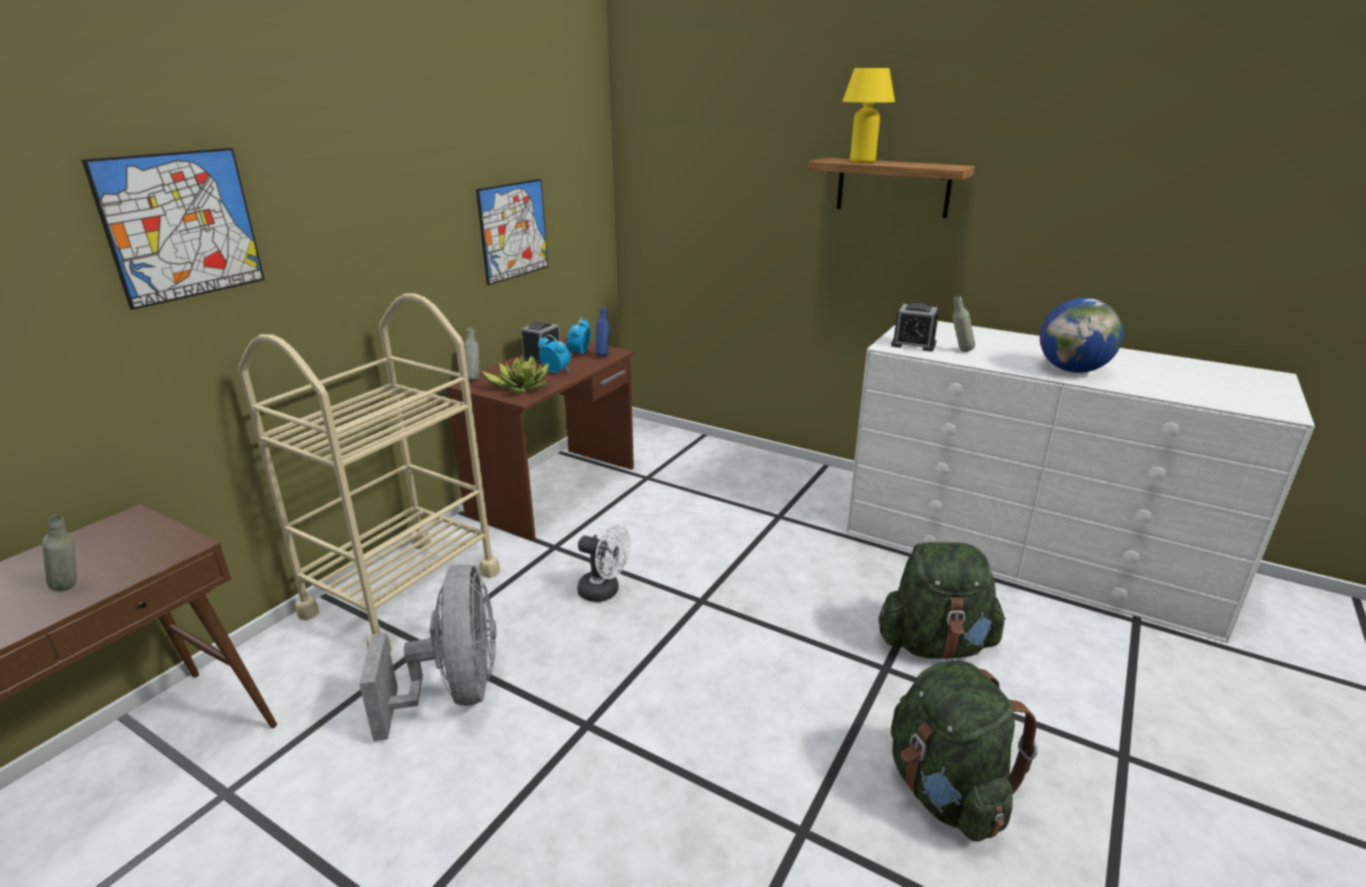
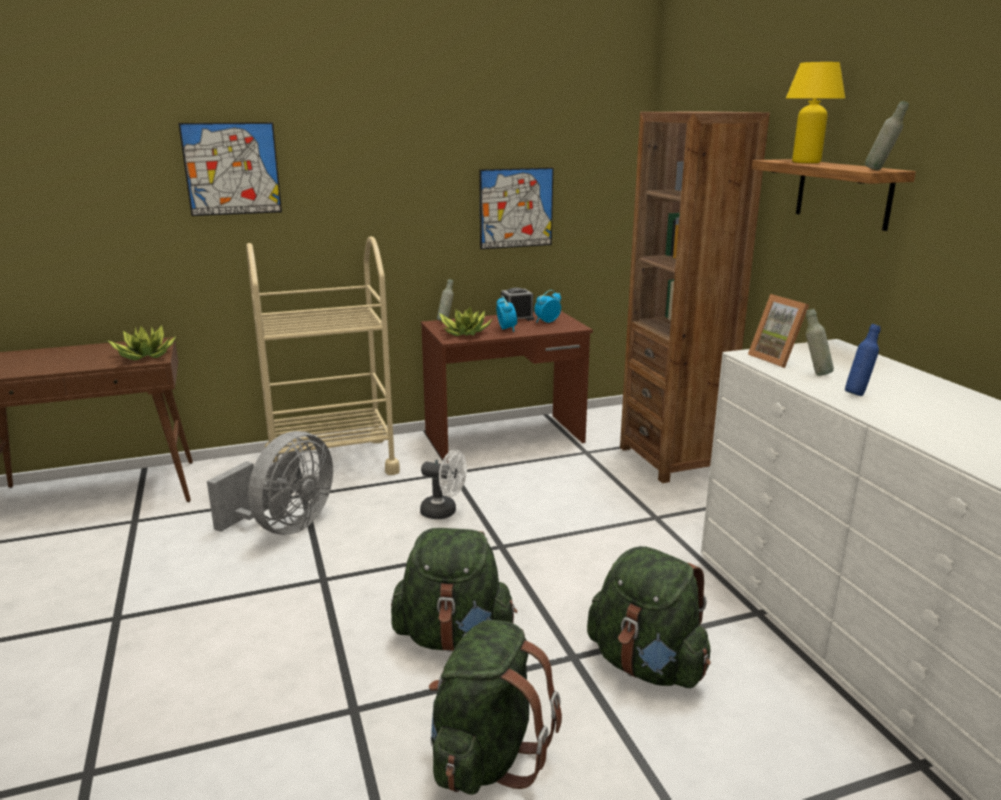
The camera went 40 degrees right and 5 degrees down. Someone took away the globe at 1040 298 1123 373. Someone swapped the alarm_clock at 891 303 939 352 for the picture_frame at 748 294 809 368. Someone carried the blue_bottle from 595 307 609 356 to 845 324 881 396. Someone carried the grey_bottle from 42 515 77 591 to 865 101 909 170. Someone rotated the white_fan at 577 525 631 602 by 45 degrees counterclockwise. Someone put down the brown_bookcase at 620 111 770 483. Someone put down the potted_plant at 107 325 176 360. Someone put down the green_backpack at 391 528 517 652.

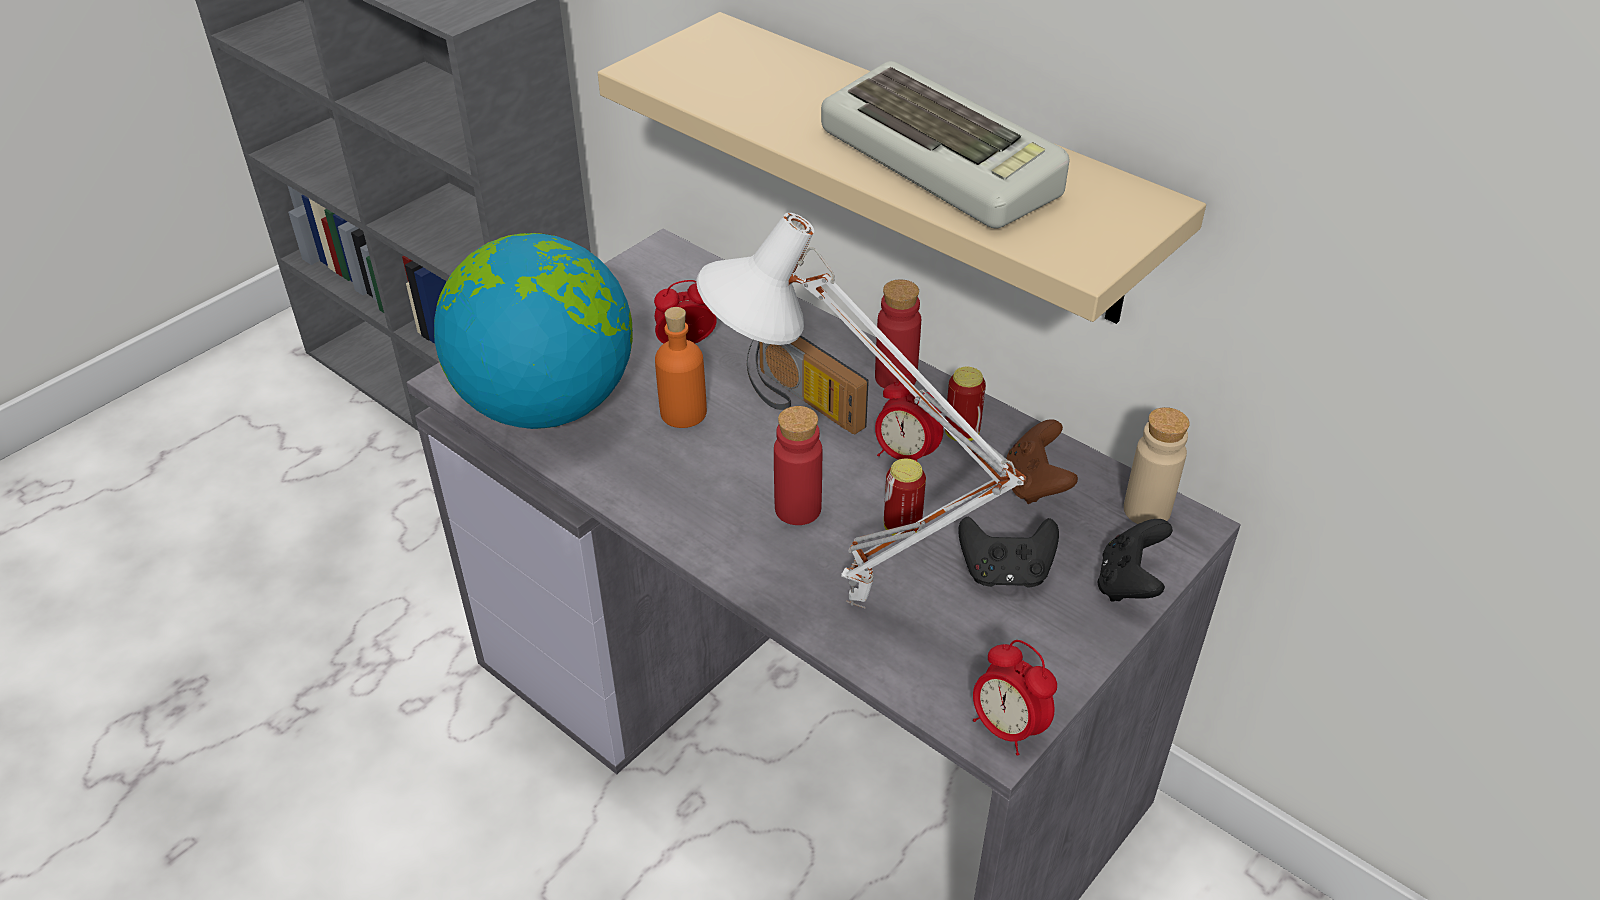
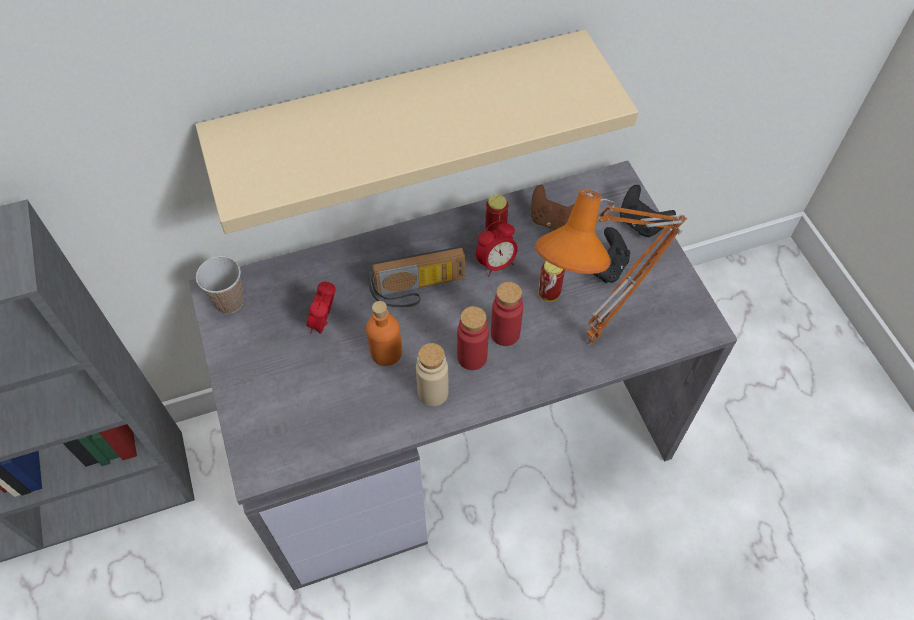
The camera went 60 degrees left and 15 degrees up. Someone took away the keyboard at 821 61 1069 228. Someone repainted the white_table_lamp at 696 213 1026 608, which became the orange_table_lamp at 536 189 687 346. Someone took away the globe at 434 233 633 429. Someone carried the red_bottle from 875 279 921 389 to 457 306 489 370. Someone carried the beige_bottle from 1124 407 1190 524 to 416 343 449 406. Someone took away the alarm_clock at 973 640 1057 756. Someone put down the cup at 196 256 244 314.

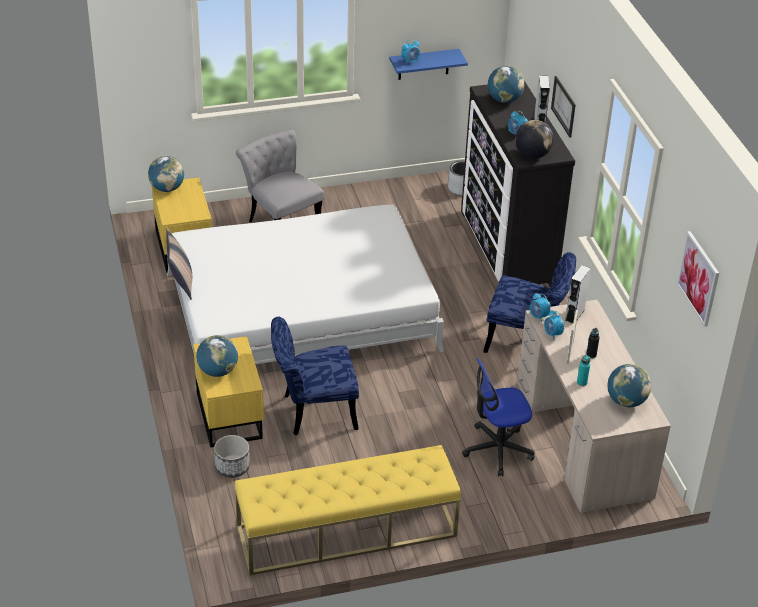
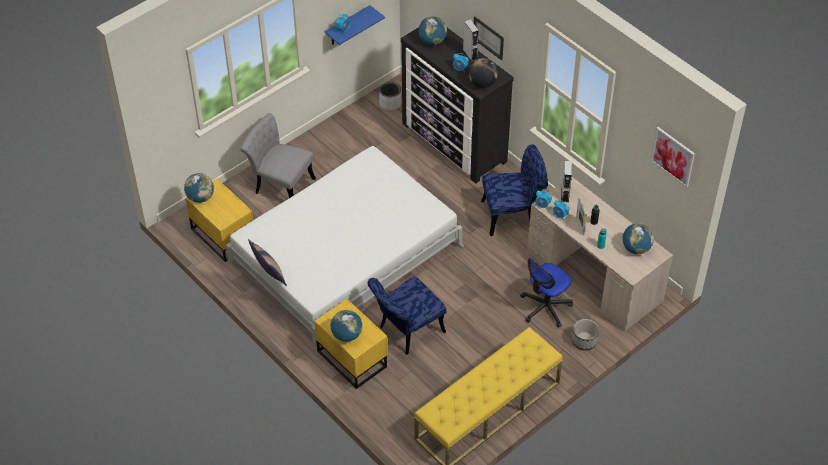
The camera went 25 degrees left and 10 degrees up. Someone carried the planter from 214 435 250 478 to 572 319 599 350.

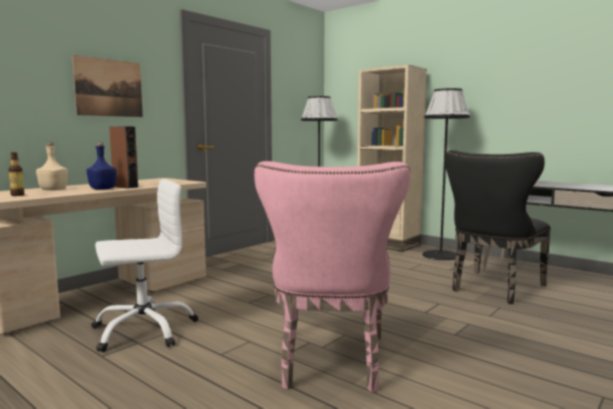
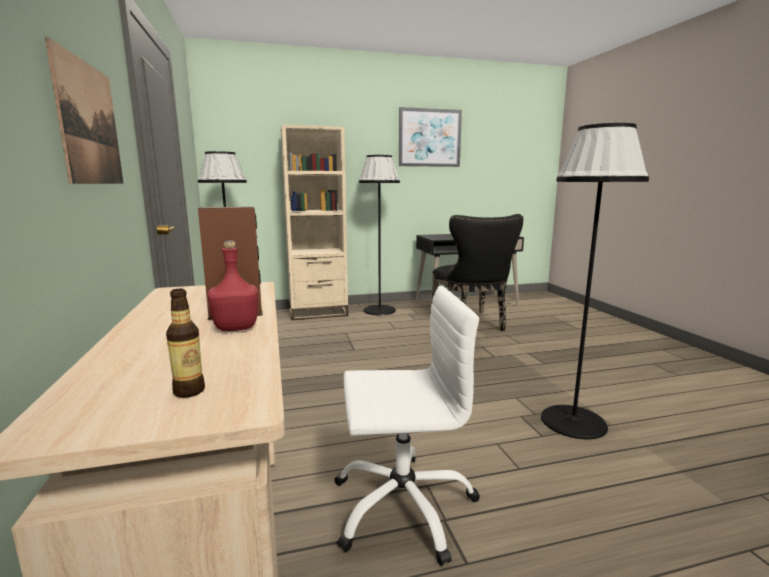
The camera went 55 degrees left and 5 degrees up. Someone took away the beige_bottle at 36 142 68 190. Someone repainted the blue_bottle at 87 142 117 190, which became the red_bottle at 208 240 258 331. Someone swapped the pink_chair at 254 161 410 393 for the black_floor_lamp at 541 123 649 439. Someone rotated the white_office_chair at 91 179 198 352 by 75 degrees clockwise. Someone put up the picture at 399 107 462 167.

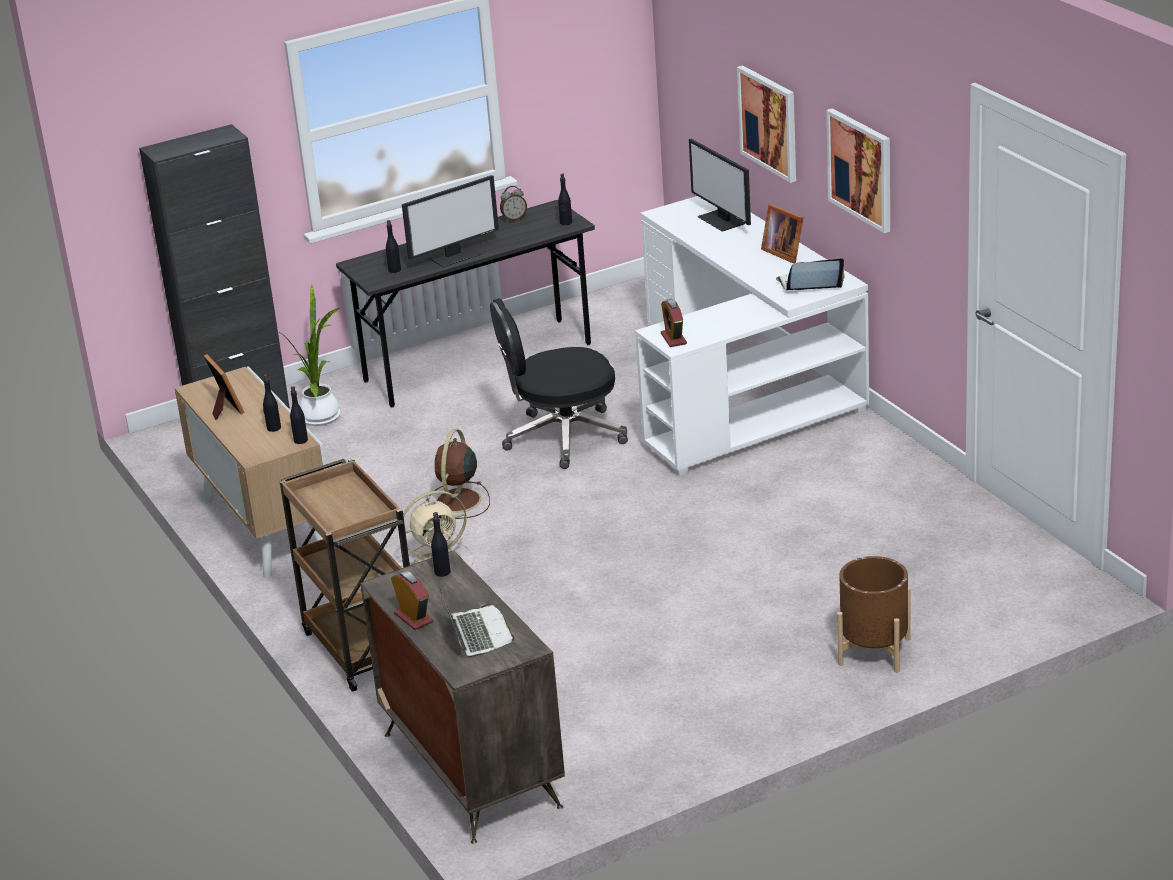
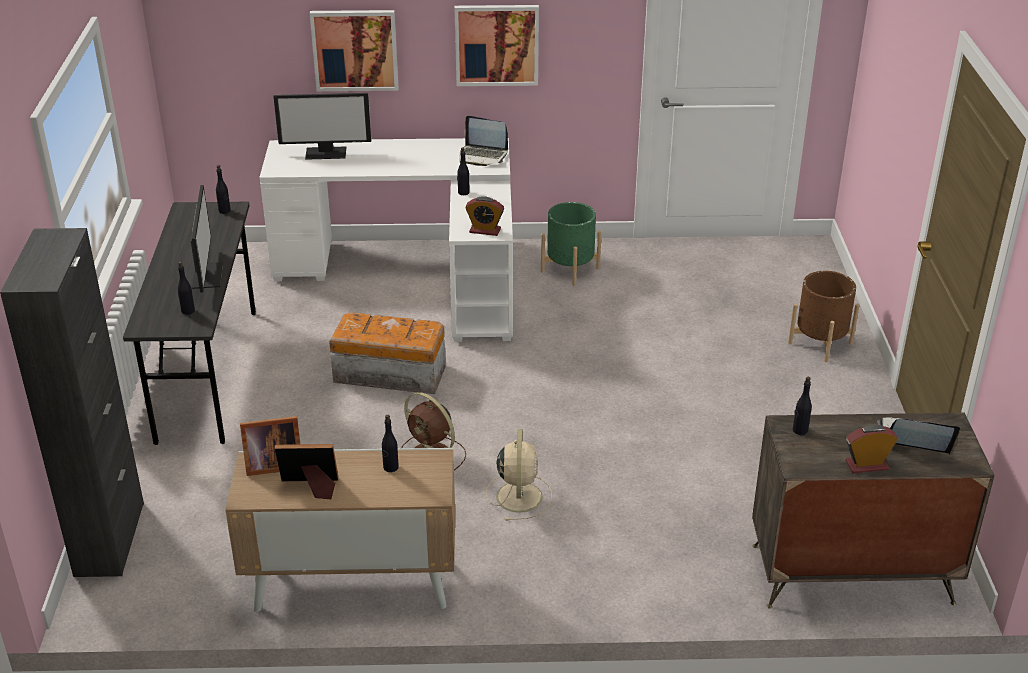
The camera went 65 degrees left and 5 degrees up. Someone took away the alarm_clock at 500 186 527 221. Someone carried the picture_frame from 761 204 803 263 to 240 416 300 476. Someone rotated the laptop at 776 258 845 290 by 90 degrees counterclockwise. Someone took away the potted_plant at 278 285 341 426. Someone swapped the black_office_chair at 490 298 628 469 for the storage_box at 329 312 446 394. Someone carried the black_bottle from 290 386 308 444 to 457 148 470 195. Someone took away the brown_cart at 280 458 410 692. Someone put down the green_planter at 541 202 602 286.

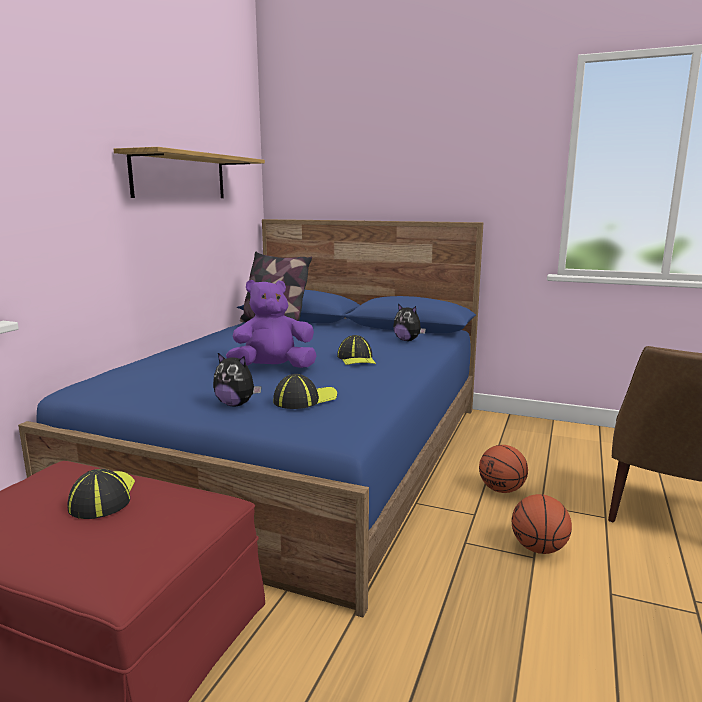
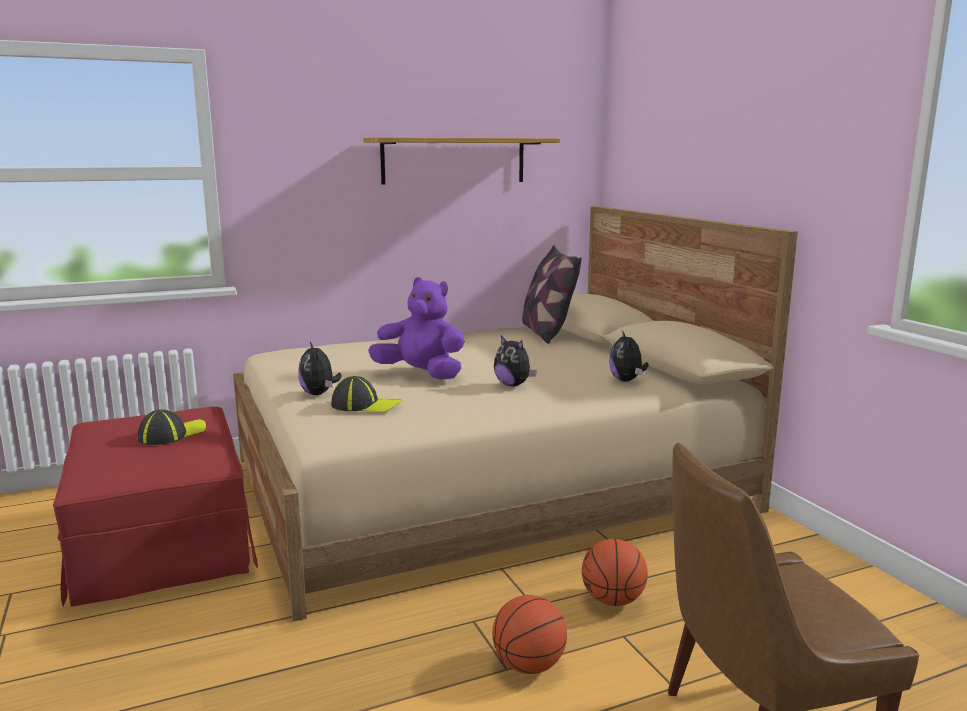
The camera went 45 degrees right and 0 degrees up. Someone repainted the blue_bed at 18 219 483 617, which became the beige_bed at 233 206 798 621. Someone swapped the cap at 337 335 376 365 for the plush_toy at 494 336 537 386.

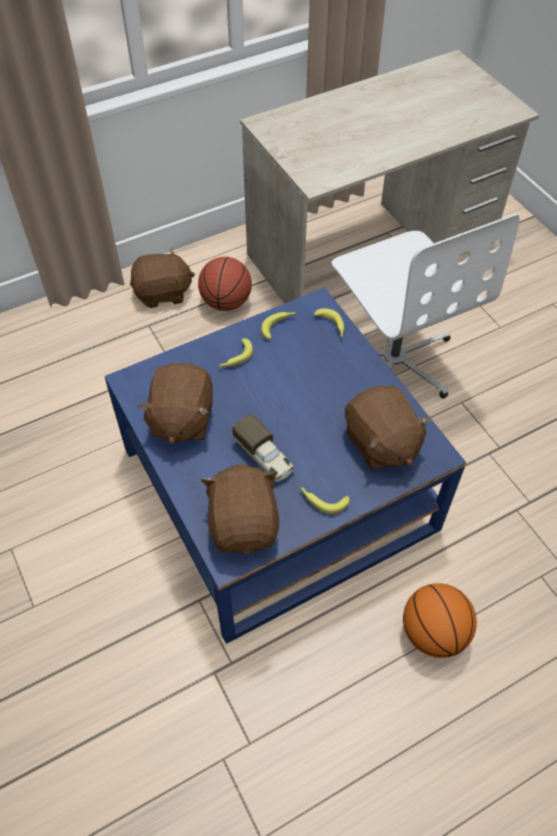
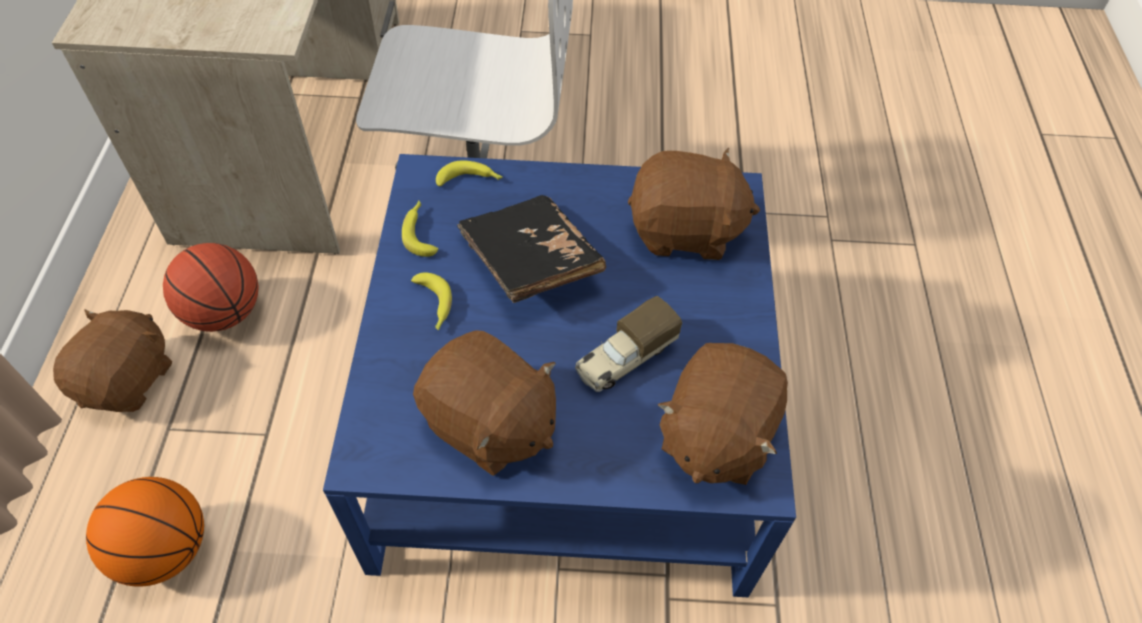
The camera went 60 degrees left and 0 degrees up. Someone rotated the toy_truck at 232 414 294 482 by 150 degrees clockwise. Someone rotated the brown_plush_toy at 201 465 279 555 by 90 degrees counterclockwise. Someone took away the banana at 300 487 350 514. Someone carried the basketball from 403 583 477 658 to 86 477 204 586. Someone put down the black_book at 457 195 606 303.

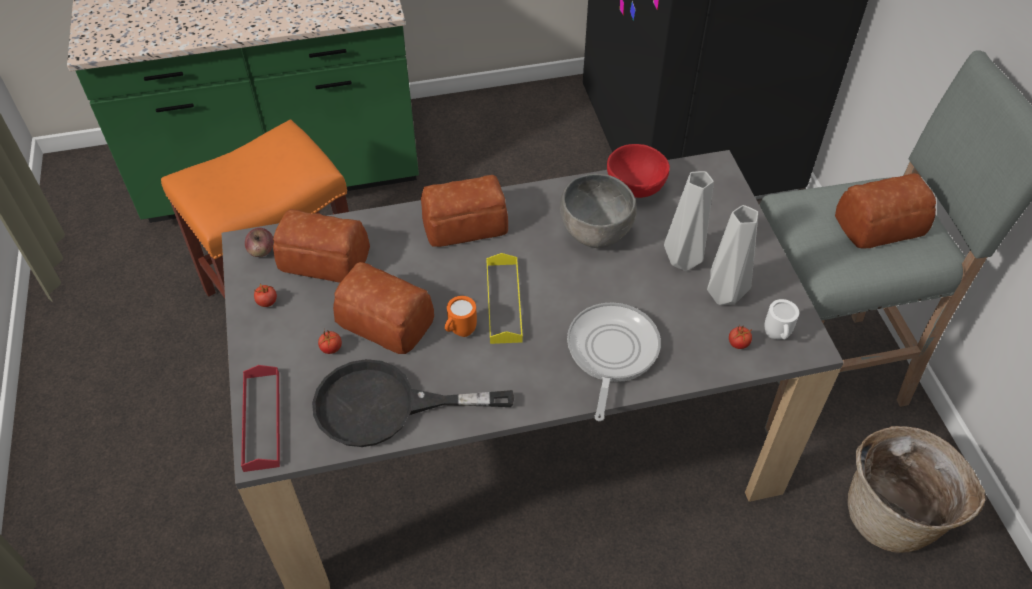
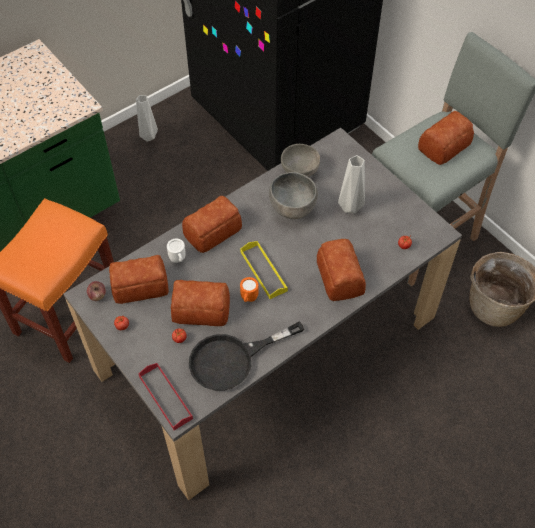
The camera went 25 degrees left and 5 degrees up. Someone repainted the red_bowl at 607 144 670 198, which became the grey_bowl at 281 144 320 177. Someone carried the grey_vase from 707 205 758 305 to 136 95 158 142. Someone carried the white_mug from 765 299 799 339 to 167 238 186 263. Someone swapped the frying_pan at 567 302 661 421 for the bread at 317 239 366 301.

